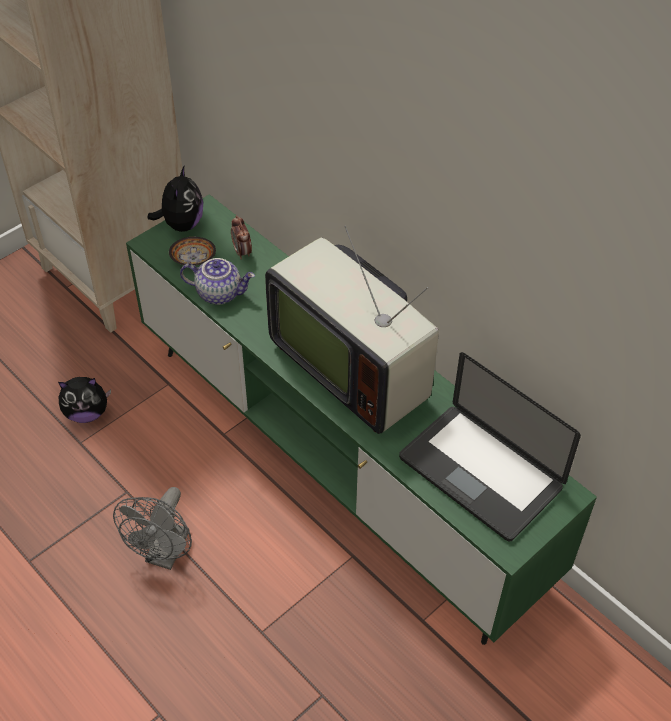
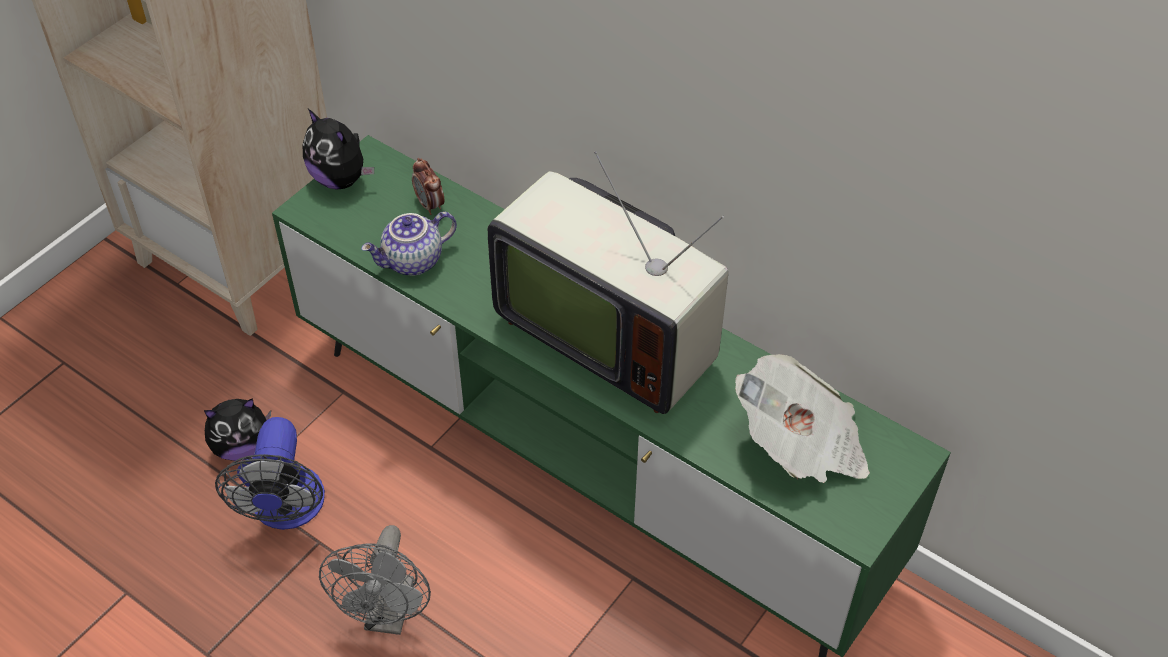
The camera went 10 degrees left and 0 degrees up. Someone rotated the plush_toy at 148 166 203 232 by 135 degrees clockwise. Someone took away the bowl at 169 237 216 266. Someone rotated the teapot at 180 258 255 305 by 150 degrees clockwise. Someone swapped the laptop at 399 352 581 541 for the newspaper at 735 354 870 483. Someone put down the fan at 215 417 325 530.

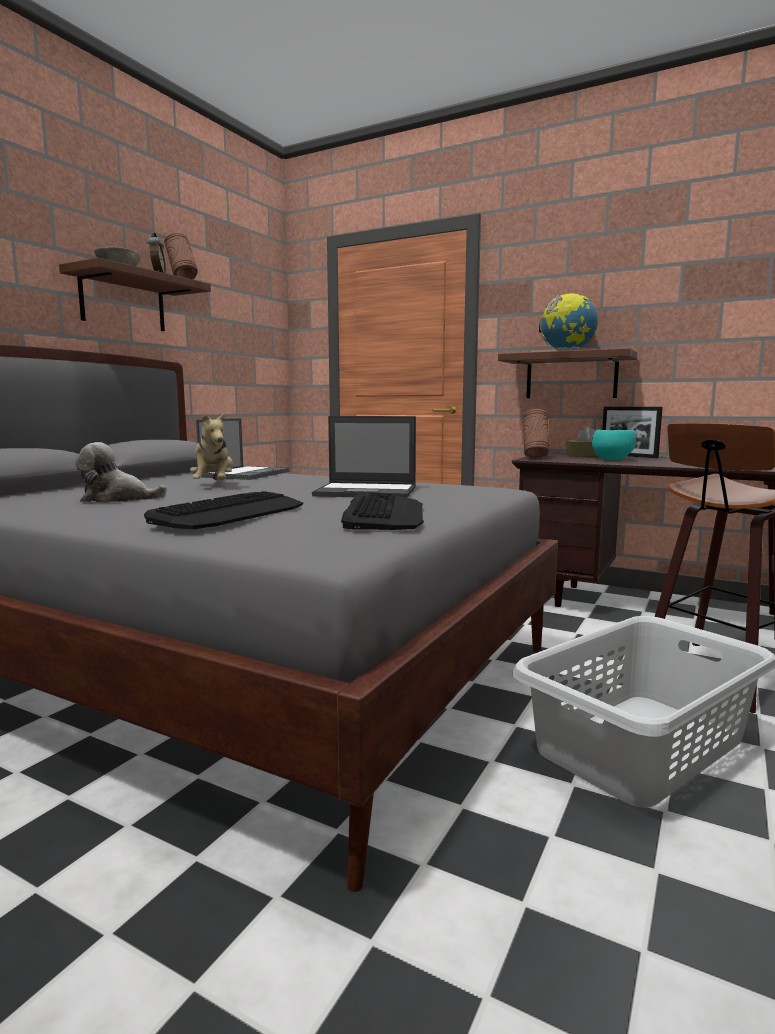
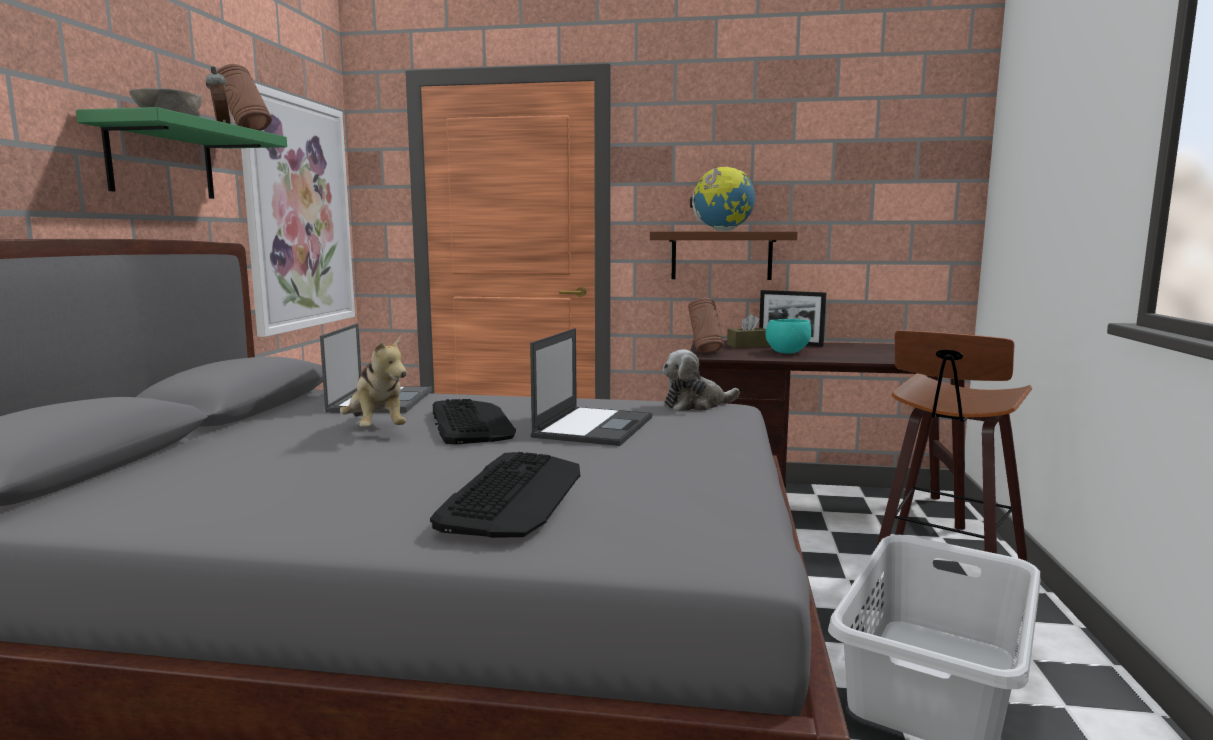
The camera went 20 degrees left and 0 degrees up. Someone repainted the brown_shelf at 59 258 211 331, which became the green_shelf at 76 107 287 199. Someone rotated the laptop at 312 416 416 498 by 60 degrees counterclockwise. Someone carried the plush_toy from 75 442 167 503 to 662 349 740 411. Someone carried the keyboard from 341 492 424 530 to 433 399 516 445. Someone put up the picture at 241 83 355 337.

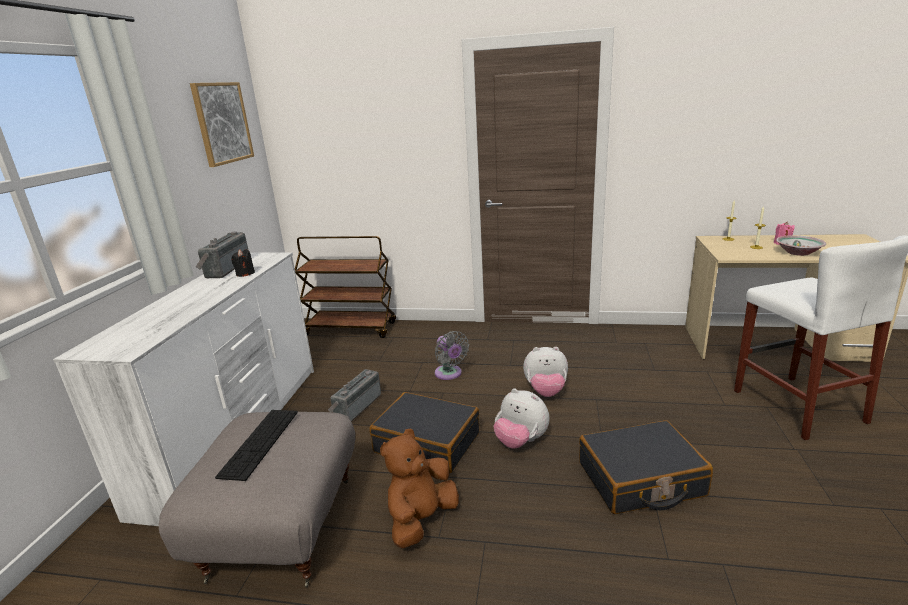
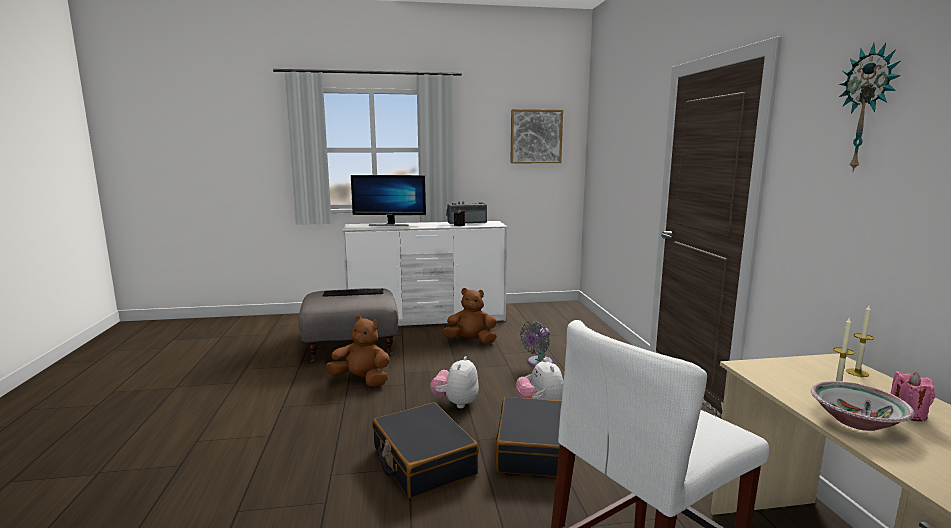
The camera went 70 degrees right and 10 degrees down. Someone took away the brown_cart at 295 236 396 338. Someone swapped the radio at 328 369 381 422 for the brown_plush_toy at 442 288 497 344. Someone carried the black_suitcase from 369 392 479 473 to 496 397 562 477. Someone put up the wall_clock at 839 43 901 172. Someone put down the monitor at 351 175 426 226.

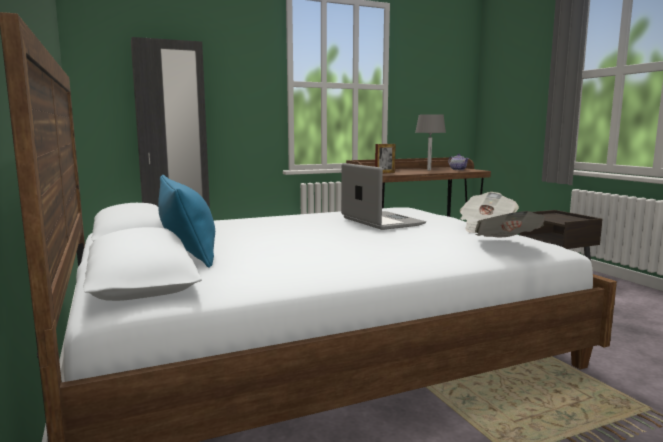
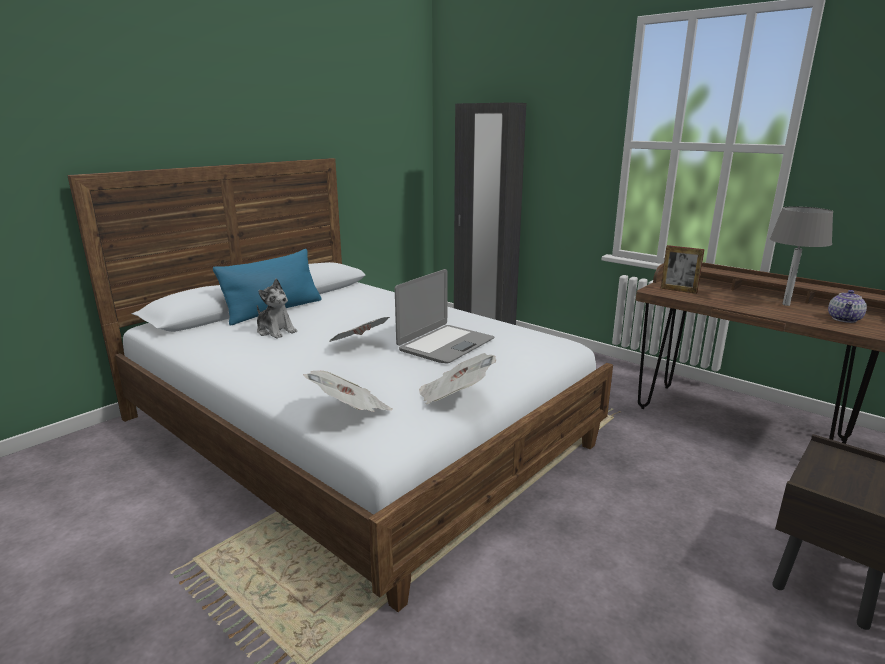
The camera went 65 degrees right and 10 degrees up. Someone put down the plush_toy at 257 279 297 339. Someone put down the newspaper at 329 317 390 342.

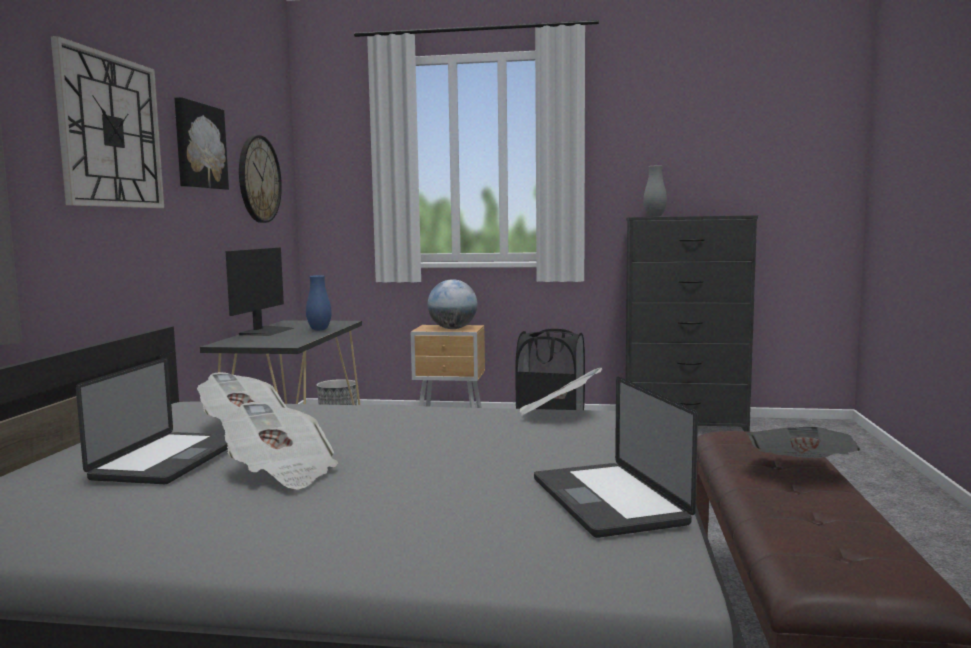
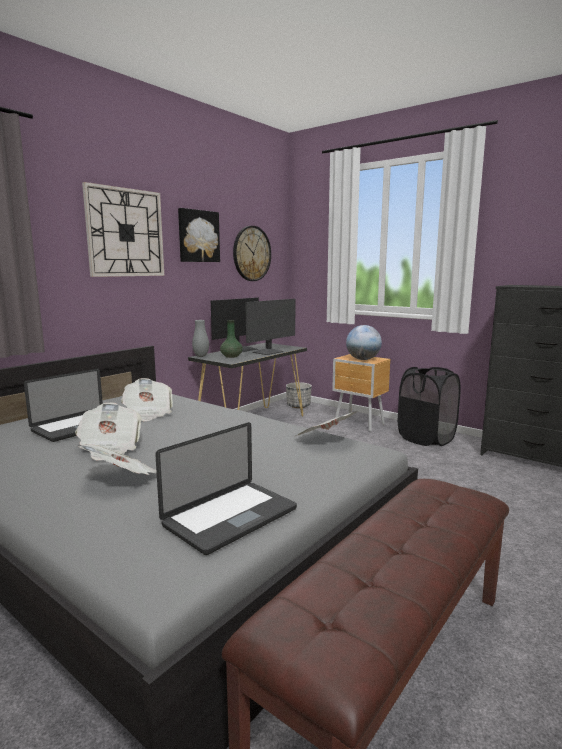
The camera went 30 degrees right and 5 degrees up. Someone carried the grey_vase from 643 165 667 217 to 192 320 209 357. Someone swapped the blue_vase at 306 275 332 331 for the monitor at 245 299 295 355. Someone rotated the laptop at 534 377 698 538 by 150 degrees counterclockwise. Someone carried the newspaper from 746 427 860 458 to 78 445 157 475. Someone put down the green_vase at 220 320 243 358.

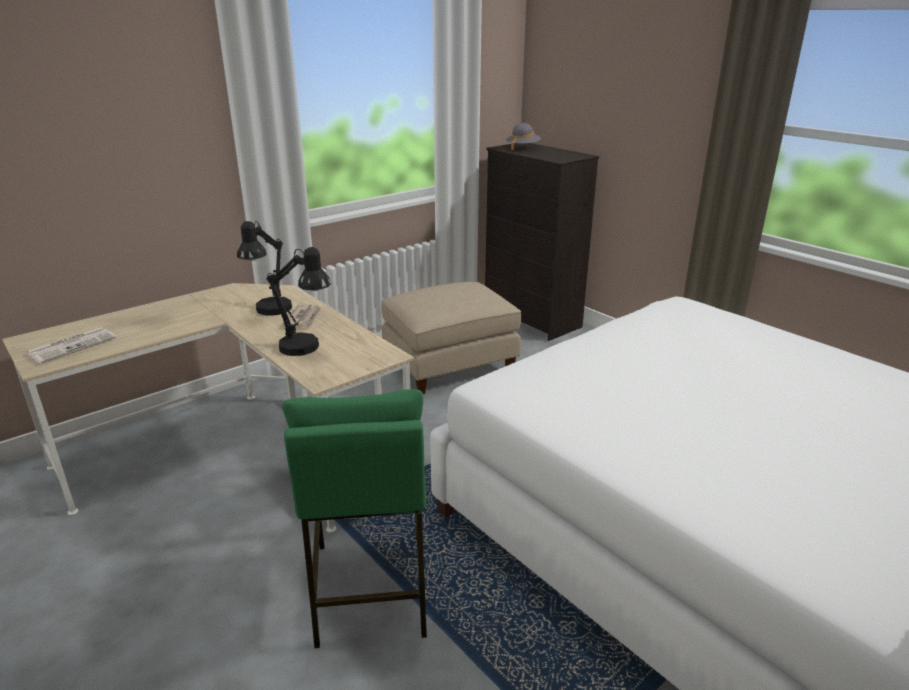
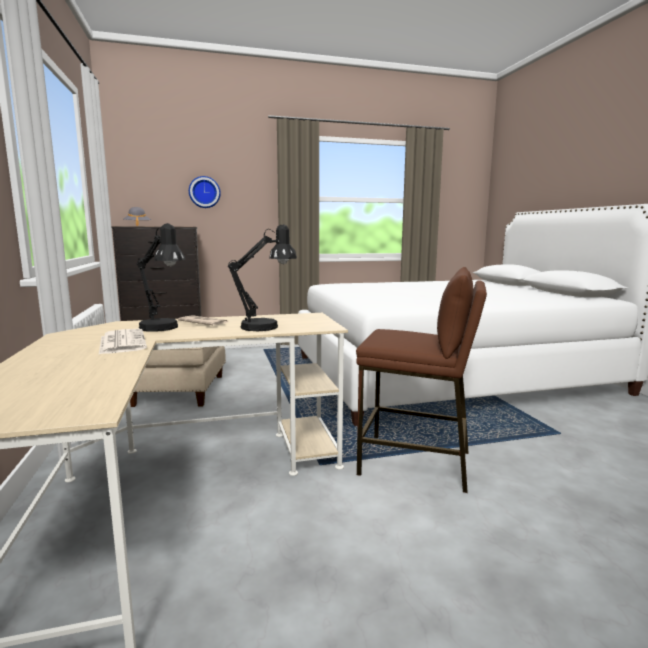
The camera went 65 degrees left and 15 degrees down. Someone carried the newspaper from 26 327 116 364 to 99 329 147 354. Someone repainted the green_stool at 282 389 427 648, which became the brown_stool at 356 267 487 493. Someone put up the wall_clock at 189 176 221 208.

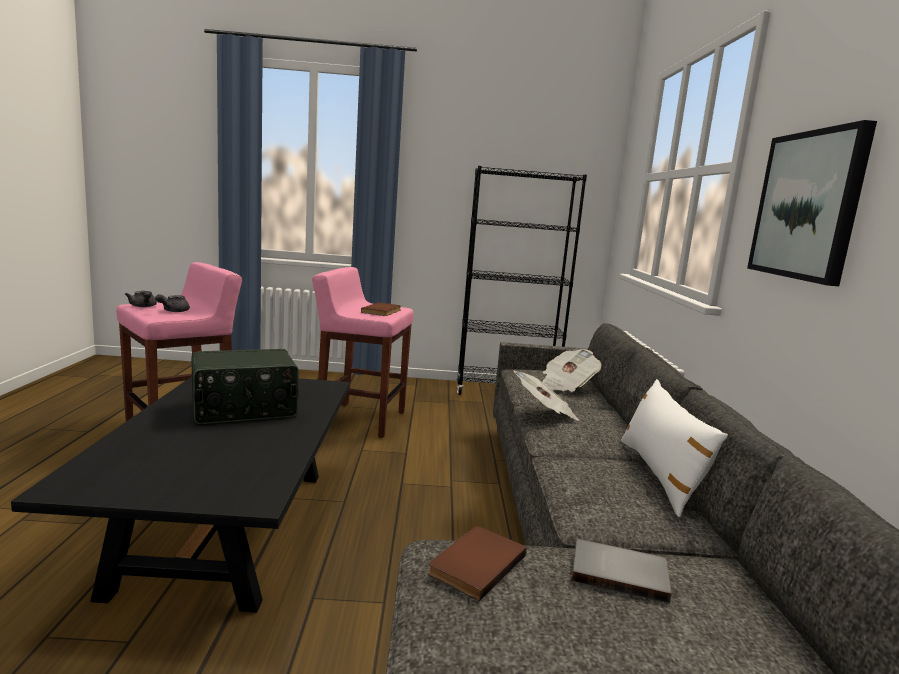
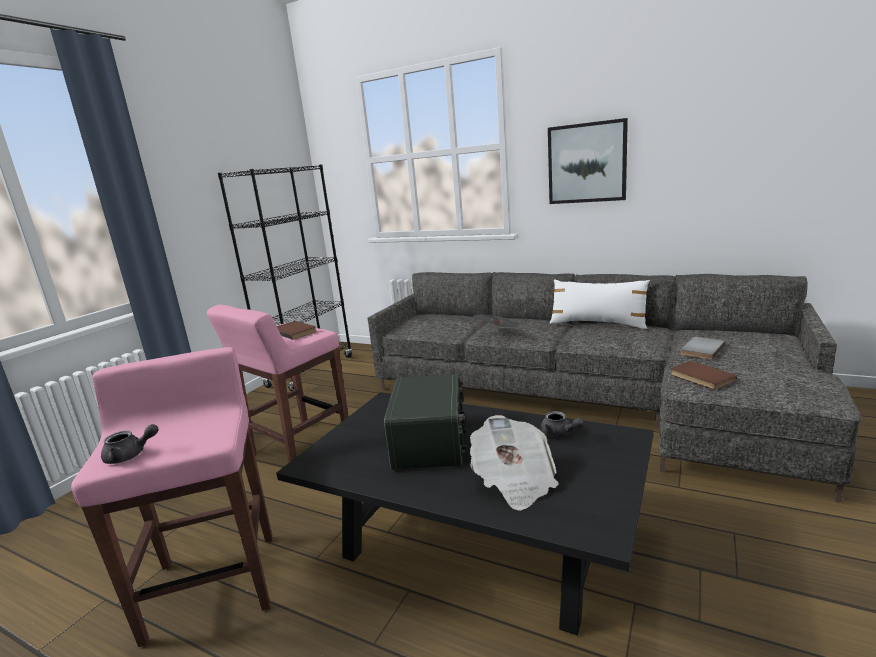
The camera went 60 degrees left and 5 degrees up. Someone carried the grey_teapot from 155 294 190 312 to 541 411 584 437. Someone carried the newspaper from 542 349 601 392 to 470 415 559 511.

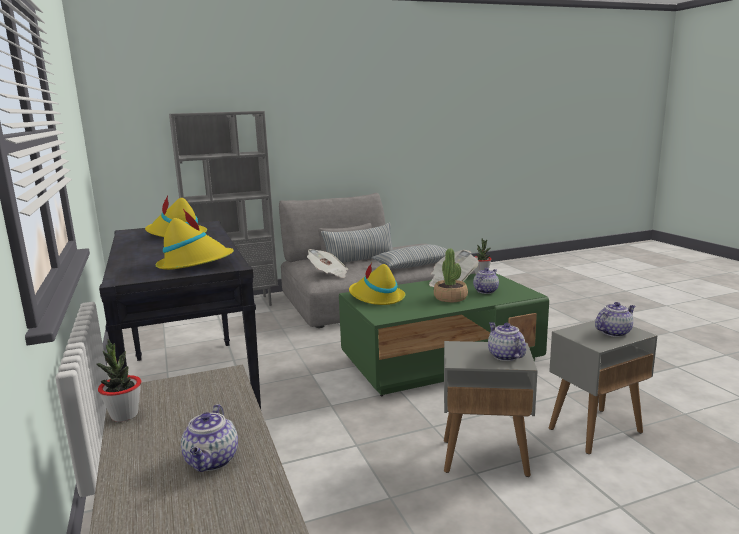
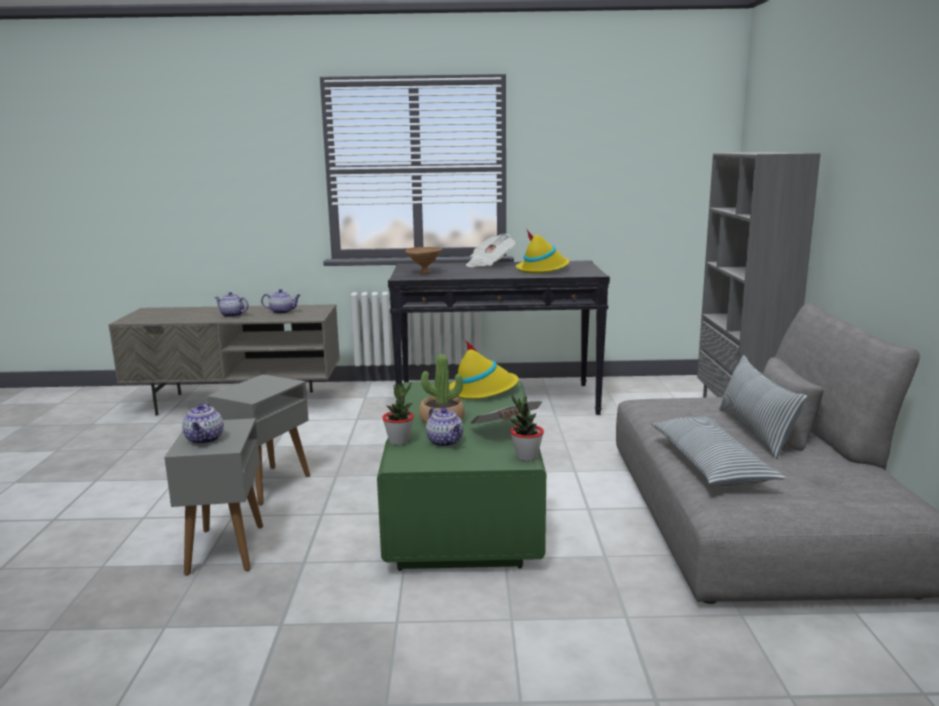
The camera went 110 degrees right and 0 degrees up. Someone swapped the yellow_hat at 156 209 234 270 for the brown_bowl at 405 247 442 274. Someone carried the newspaper from 307 249 348 278 to 466 234 516 267. Someone carried the teapot from 488 322 526 361 to 261 289 300 314. Someone carried the potted_plant from 96 339 141 422 to 382 383 414 445.

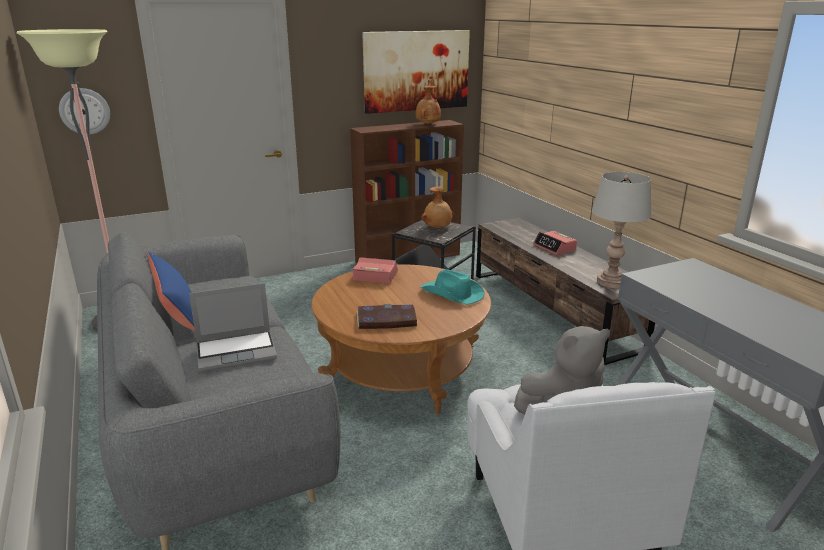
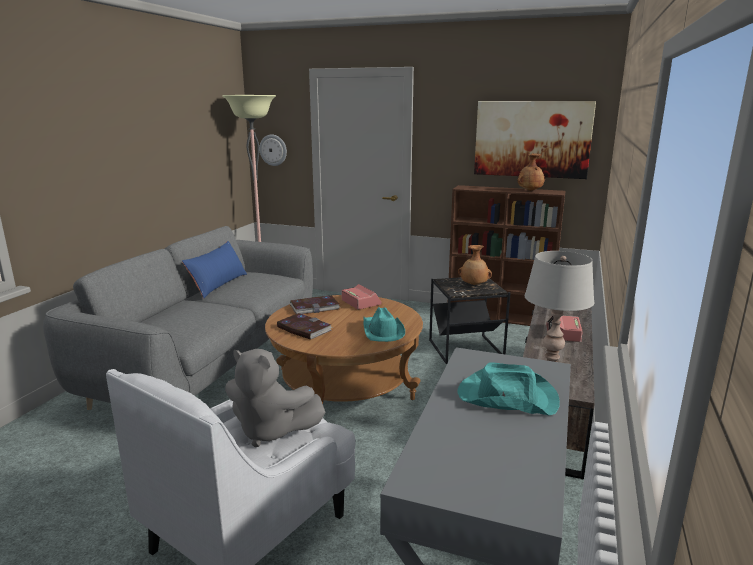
The camera went 45 degrees right and 5 degrees down. Someone took away the laptop at 189 283 277 372. Someone put down the book at 290 296 340 314. Someone put down the turquoise_hat at 458 362 560 415.

